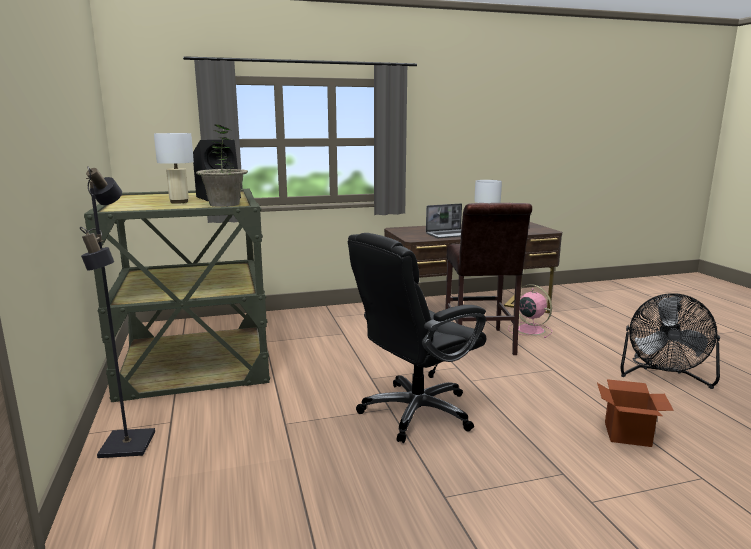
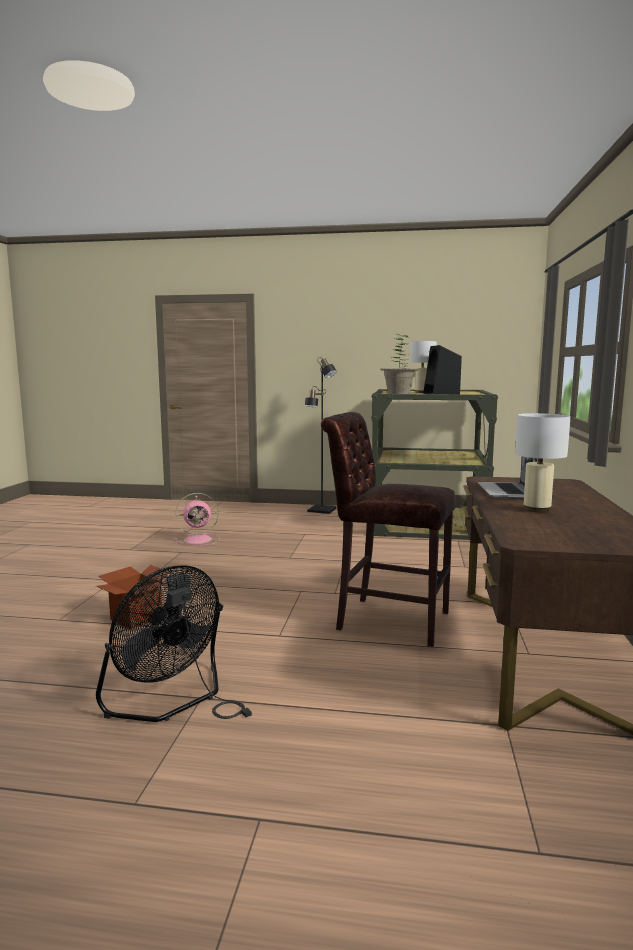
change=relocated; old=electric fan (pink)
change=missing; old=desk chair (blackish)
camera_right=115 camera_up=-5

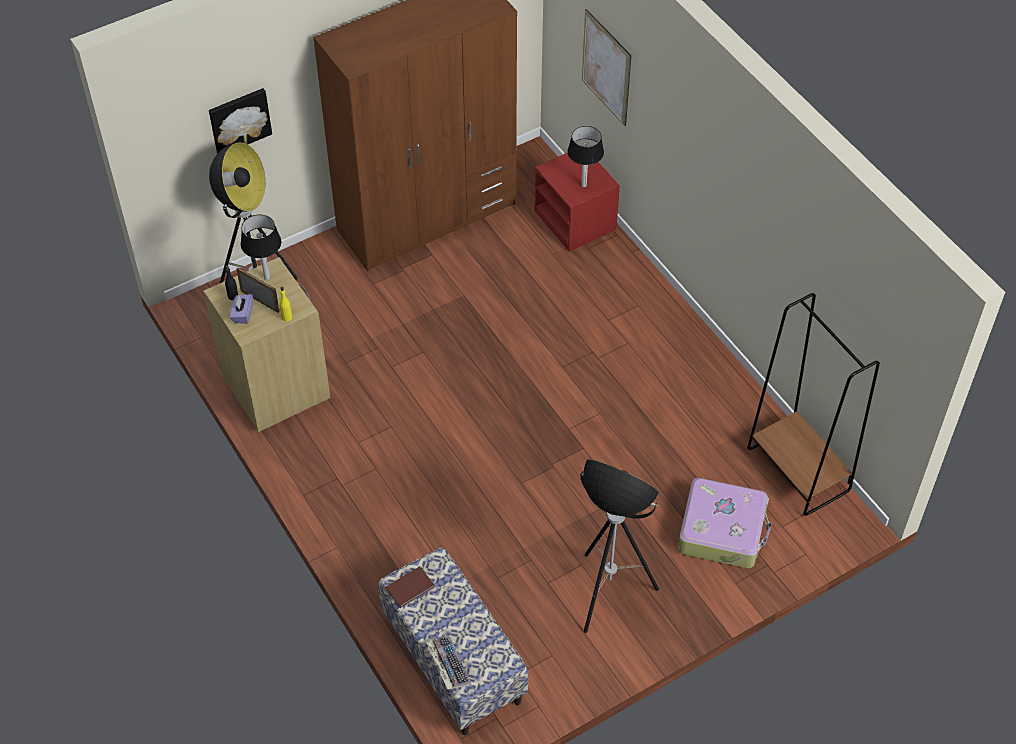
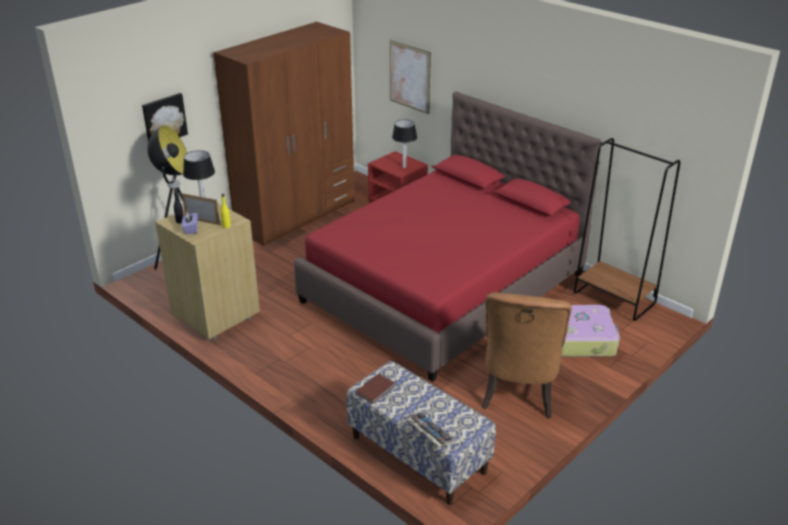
change=appeared; new=sleeping bed (red-coloured)
change=exchanged; old=standing lamp (no. 2 from left); new=plain chair (brown)
camera_right=-15 camera_up=-20

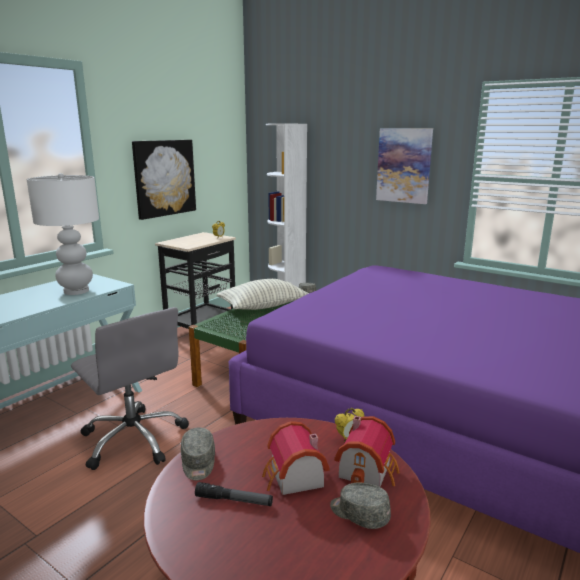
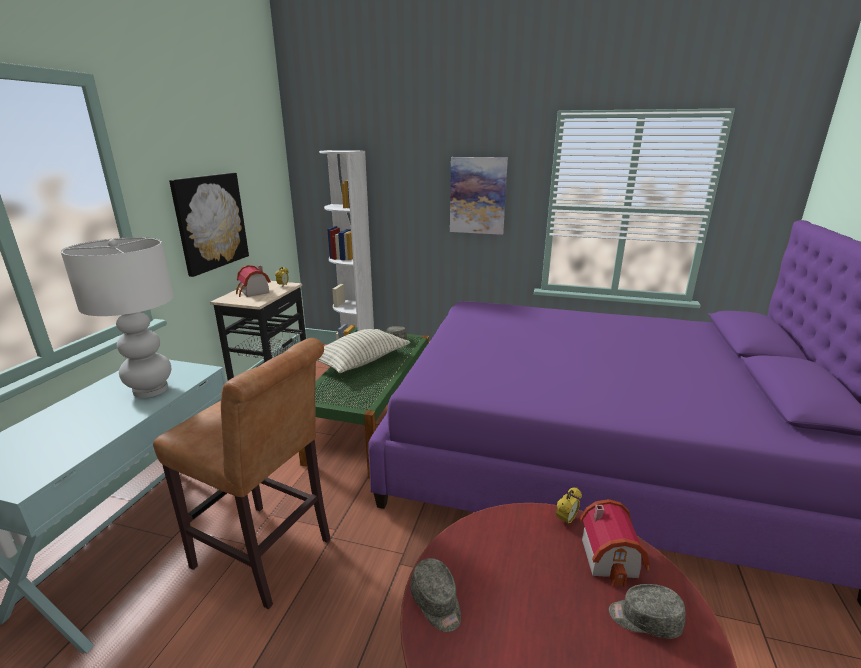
change=exchanged; old=desk chair (greyish); new=sitting stool (brown)
change=relocated; old=toy house (no. 1 from left)
change=missing; old=torch
camera_right=-20 camera_up=5

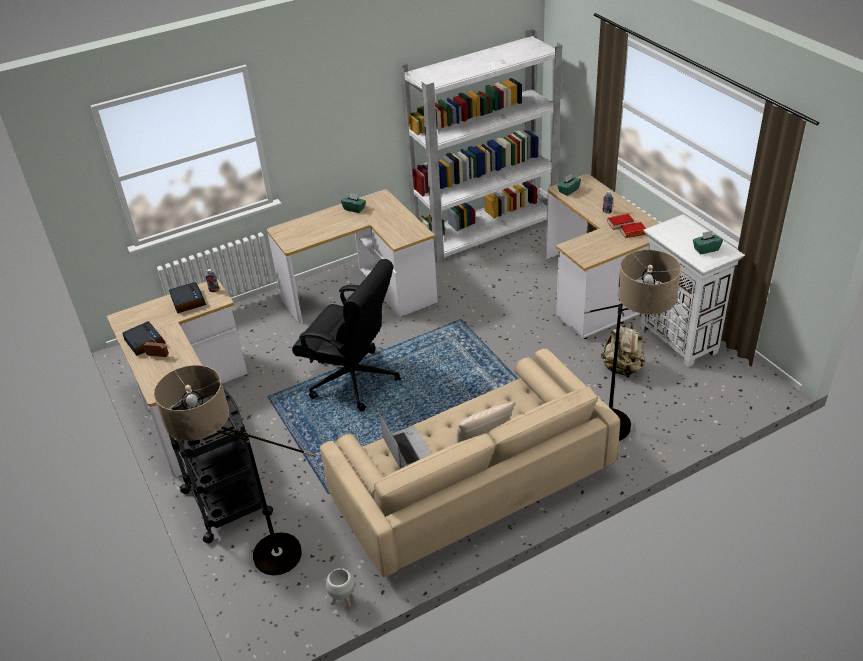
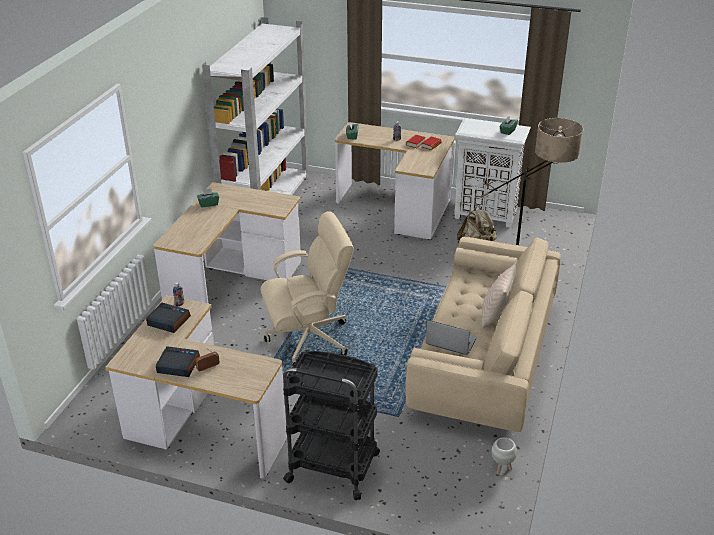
change=colour; old=desk chair (blackish); new=desk chair (beige)
change=missing; old=standing lamp (no. 1 from left)
camera_right=-45 camera_up=-5

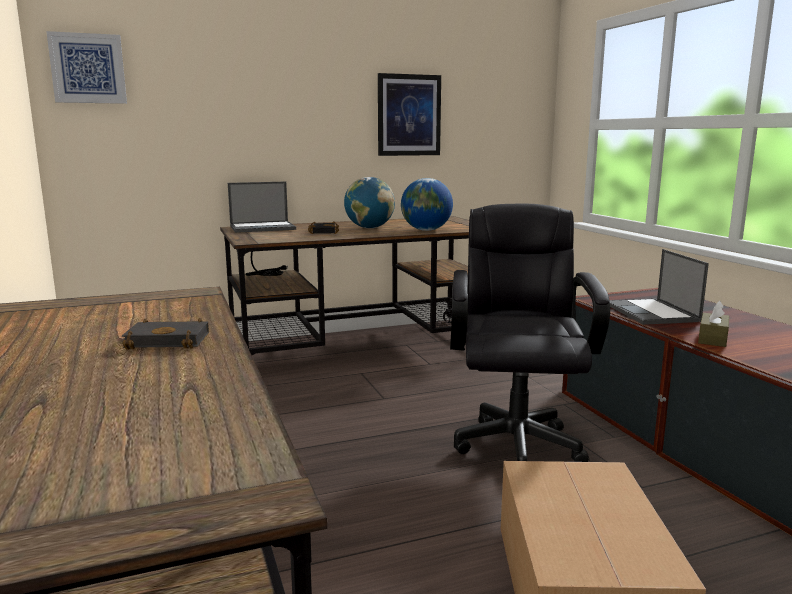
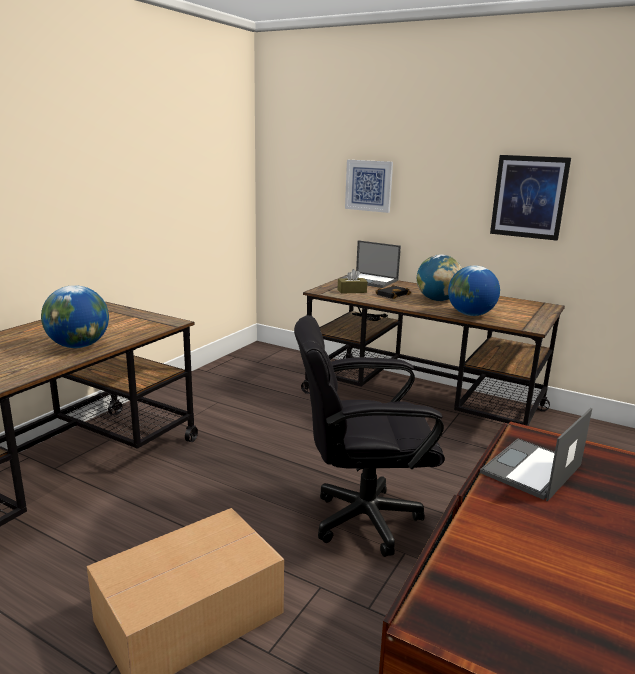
change=exchanged; old=volume (blackish) (no. 1 from left); new=desk globe (no. 1 from left)
change=spun; old=desk chair (blackish); degrees=-150
change=relocated; old=tissue box (brown)
change=relocated; old=picture (no. 1 from left)
camera_right=50 camera_up=5

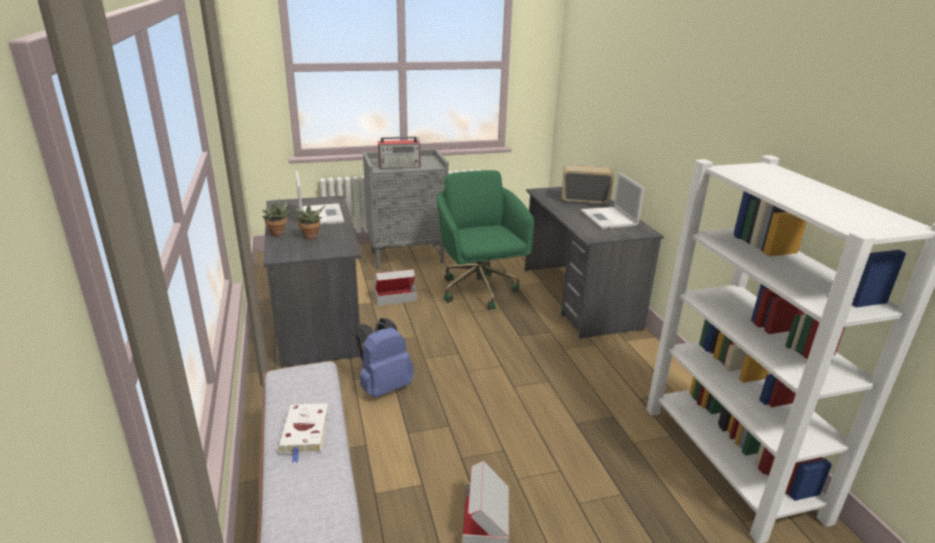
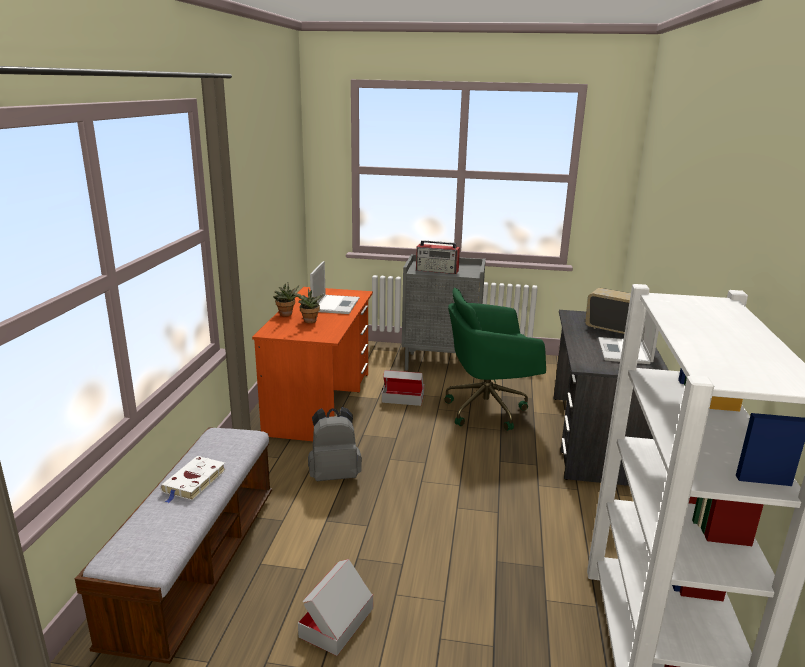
change=colour; old=desk (greyish) (no. 1 from left); new=desk (orange)
change=colour; old=rucksack (blue); new=rucksack (greyish)
change=spun; old=desk chair (green-coloured); degrees=-105
camera_right=25 camera_up=-5

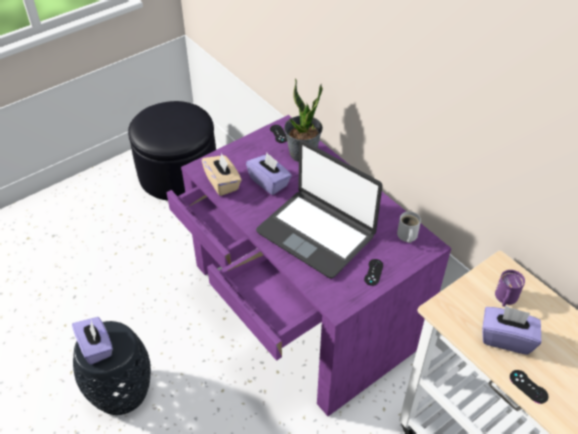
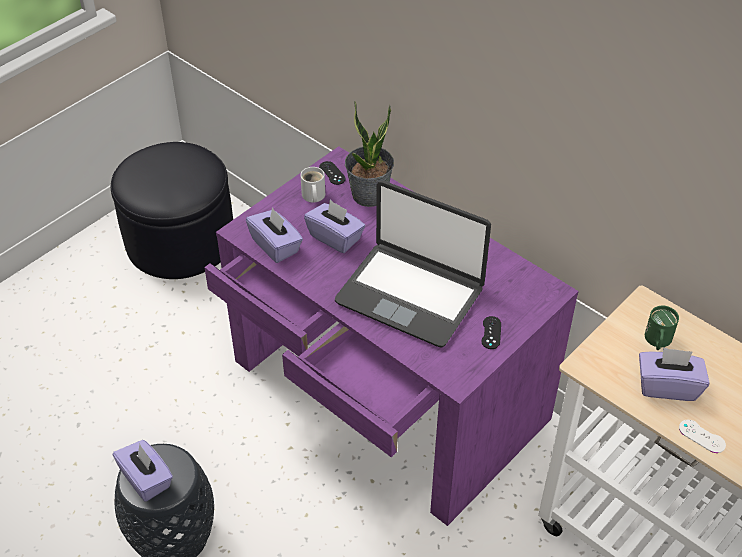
change=colour; old=tissue box (beige); new=tissue box (purple) (no. 2 from left)
change=relocated; old=mug (white-coloured)
change=colour; old=mug (purple); new=mug (green-coloured)
change=colour; old=joypad (blackish) (no. 3 from left); new=joypad (white-coloured)
camera_right=-10 camera_up=0

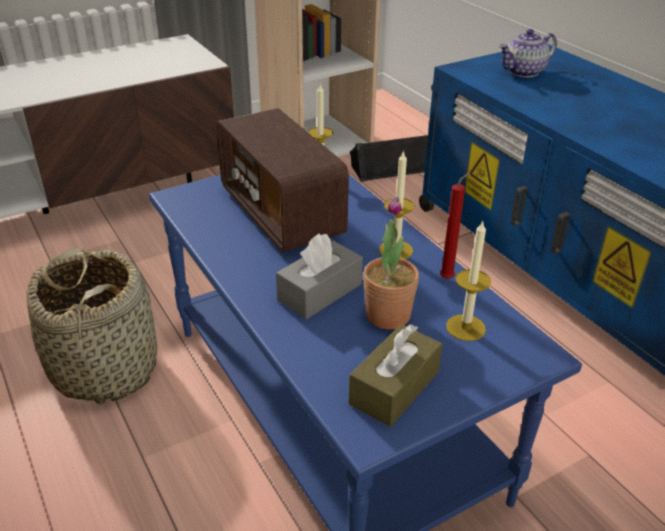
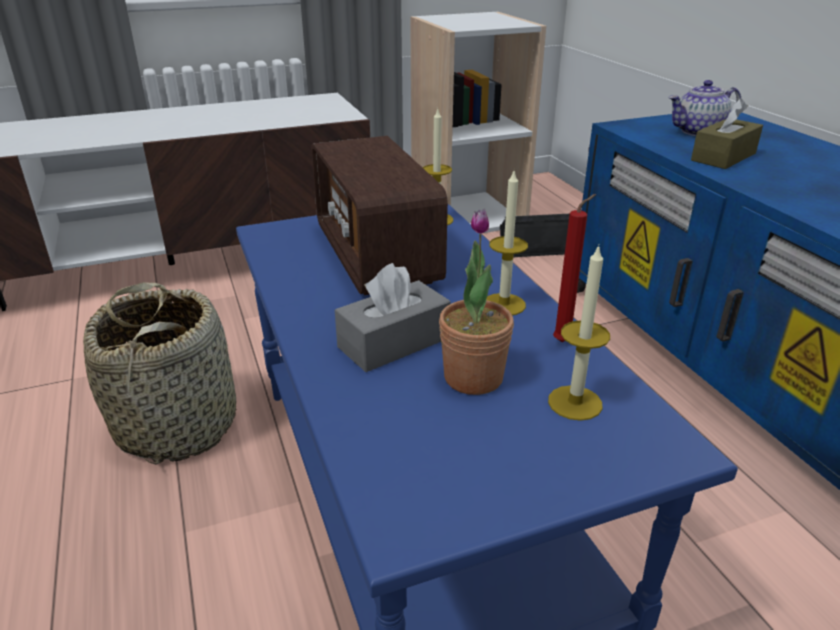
change=relocated; old=tissue box (brown)
camera_right=10 camera_up=-5

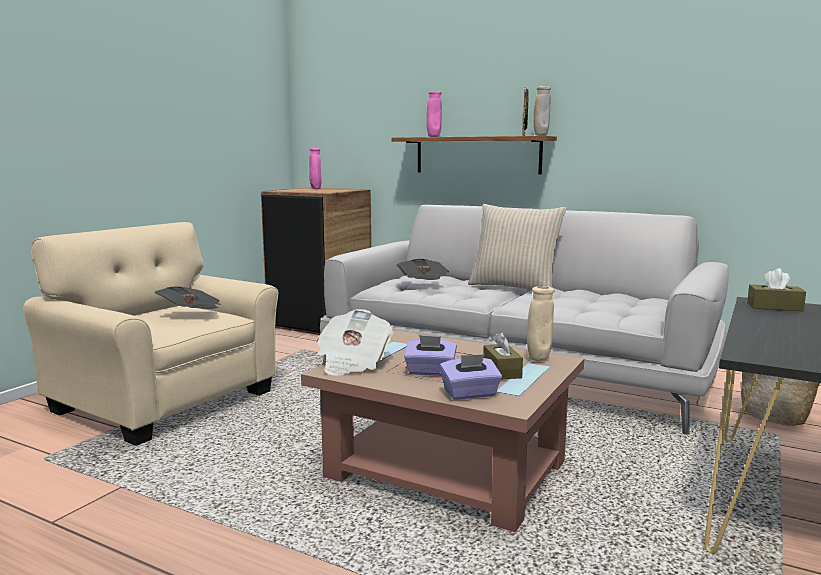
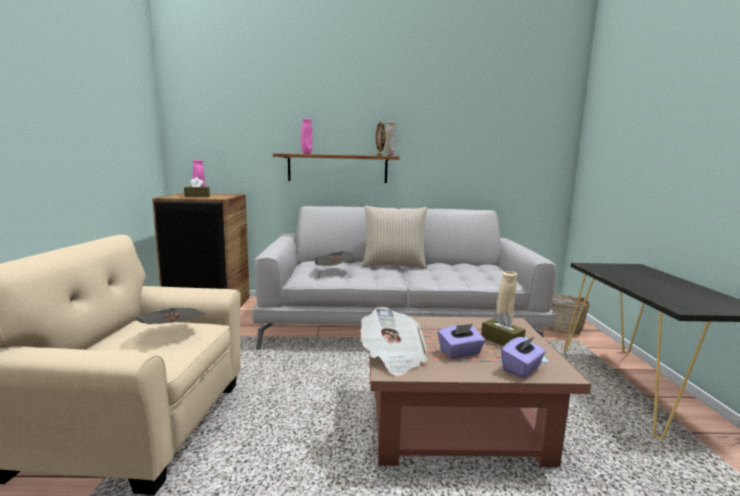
change=relocated; old=tissue box (brown) (no. 2 from left in the first image); new=tissue box (brown) (no. 1 from left)
camera_right=-30 camera_up=0

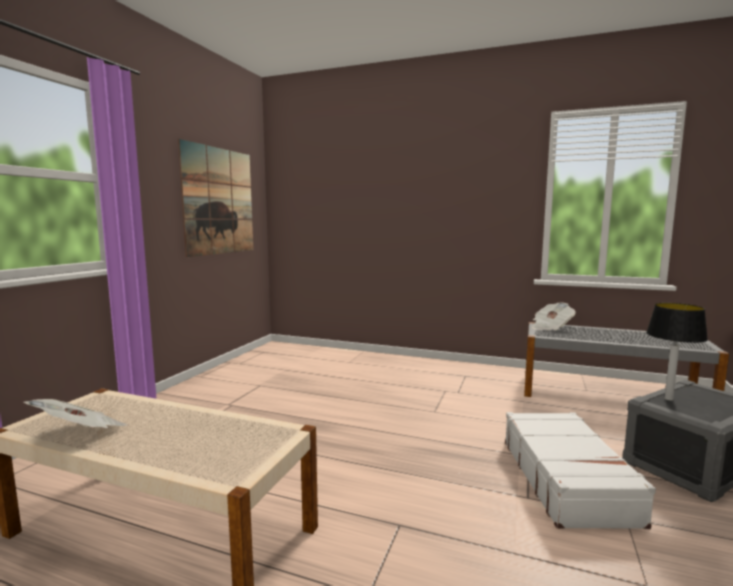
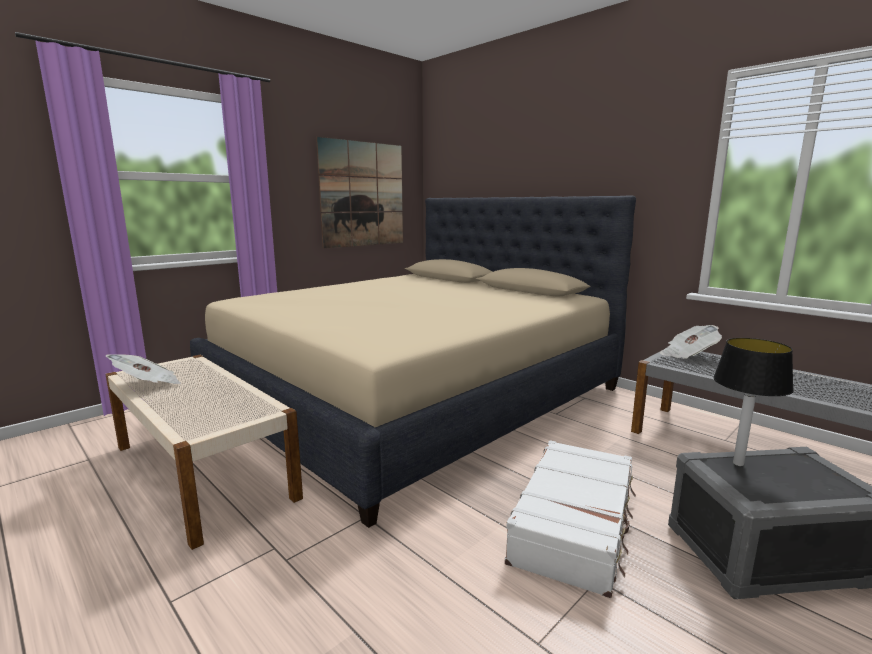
change=appeared; new=sleeping bed (beige)
camera_right=25 camera_up=5

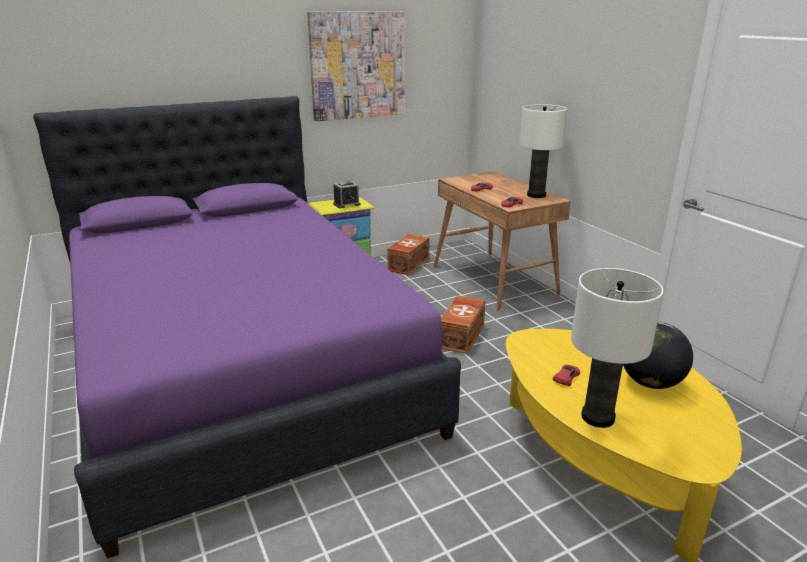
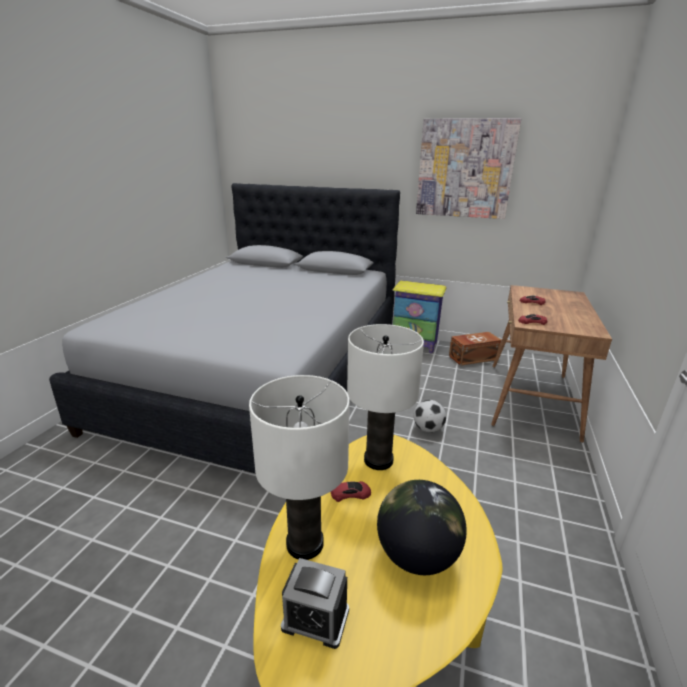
change=colour; old=sleeping bed (purple); new=sleeping bed (greyish)
change=relocated; old=alarm clock
change=relocated; old=table lamp (white-coloured) (no. 1 from left in the first image); new=table lamp (white-coloured) (no. 2 from left)
change=exchanged; old=storage box (brown) (no. 2 from left); new=ball for football
camera_right=45 camera_up=0

